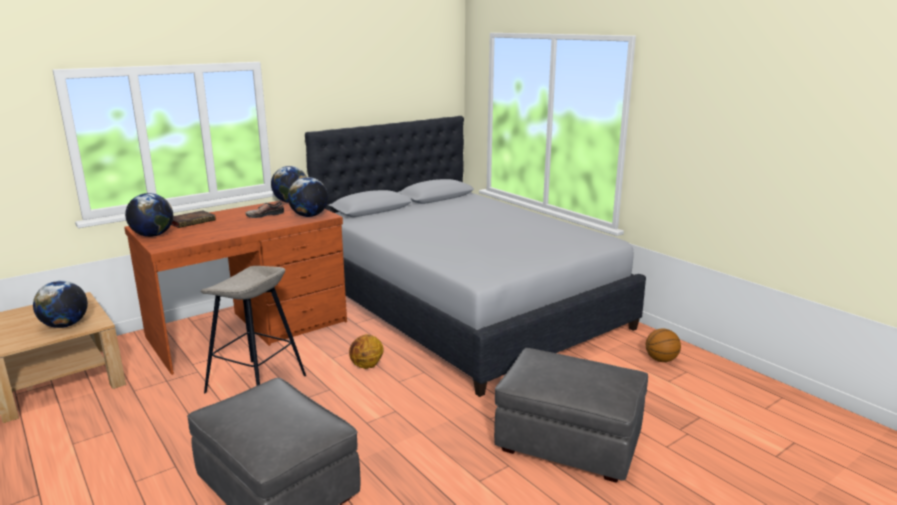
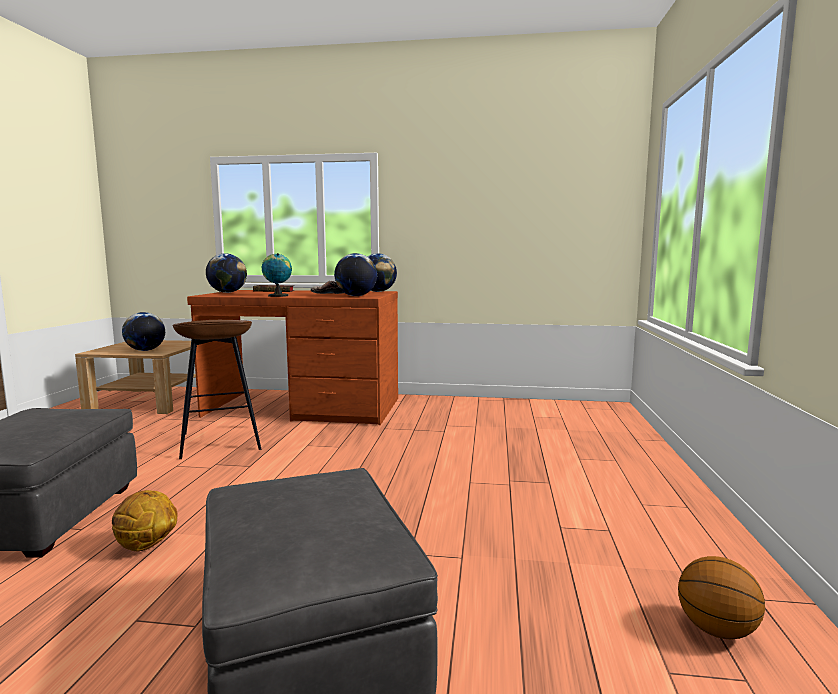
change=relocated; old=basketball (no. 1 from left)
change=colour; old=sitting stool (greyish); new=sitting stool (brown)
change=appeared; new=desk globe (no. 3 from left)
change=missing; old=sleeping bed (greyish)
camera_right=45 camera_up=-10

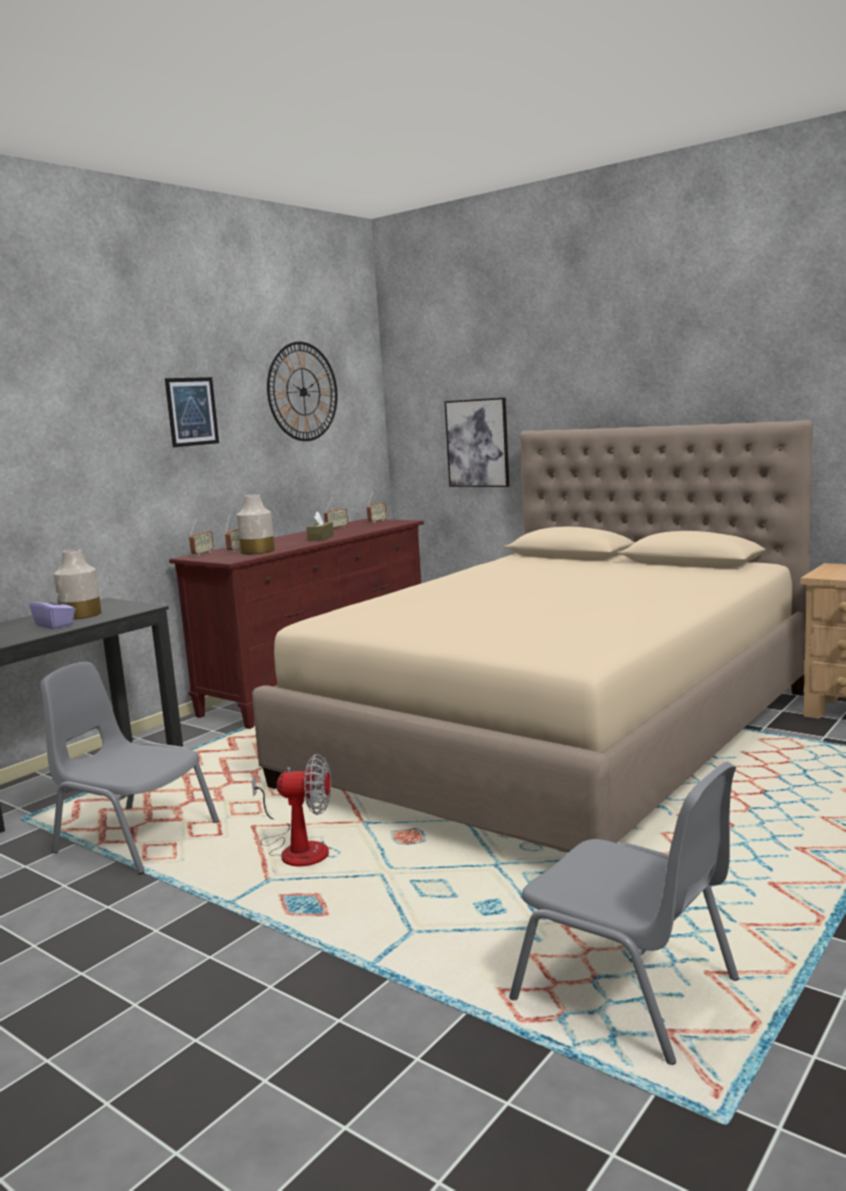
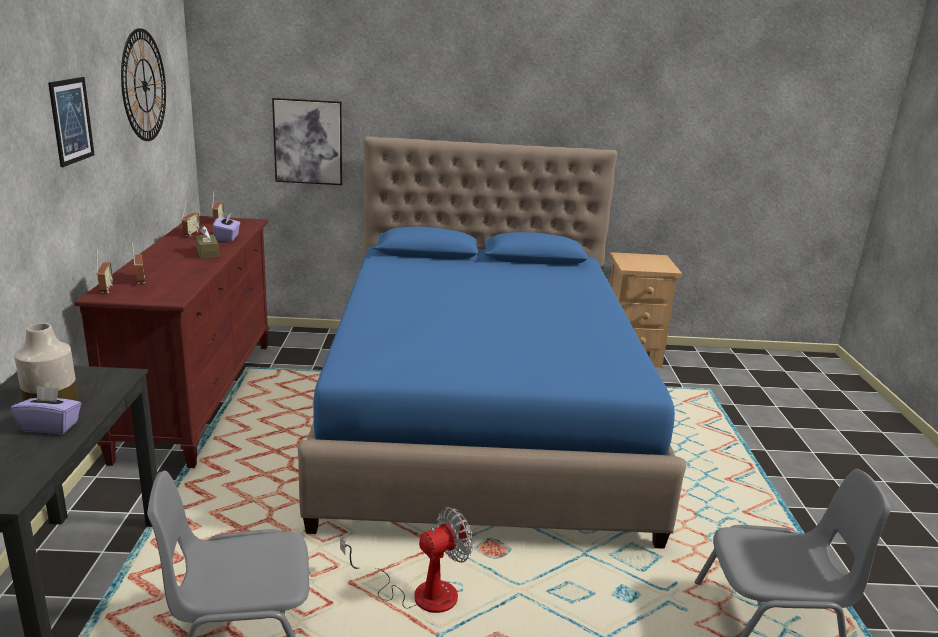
change=appeared; new=tissue box (purple) (no. 2 from left)
change=colour; old=sleeping bed (beige); new=sleeping bed (blue)
change=missing; old=vase (beige) (no. 2 from left)
camera_right=-40 camera_up=10

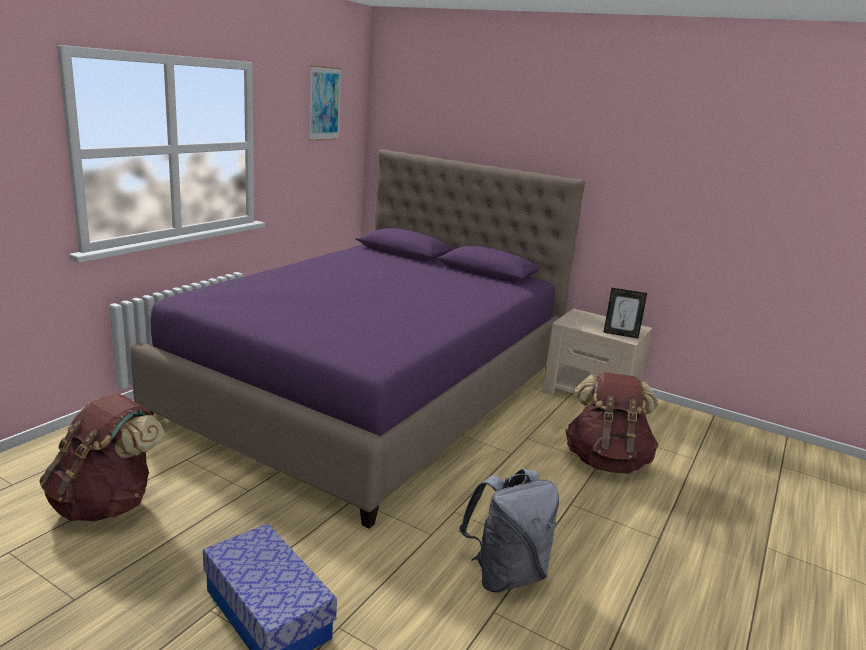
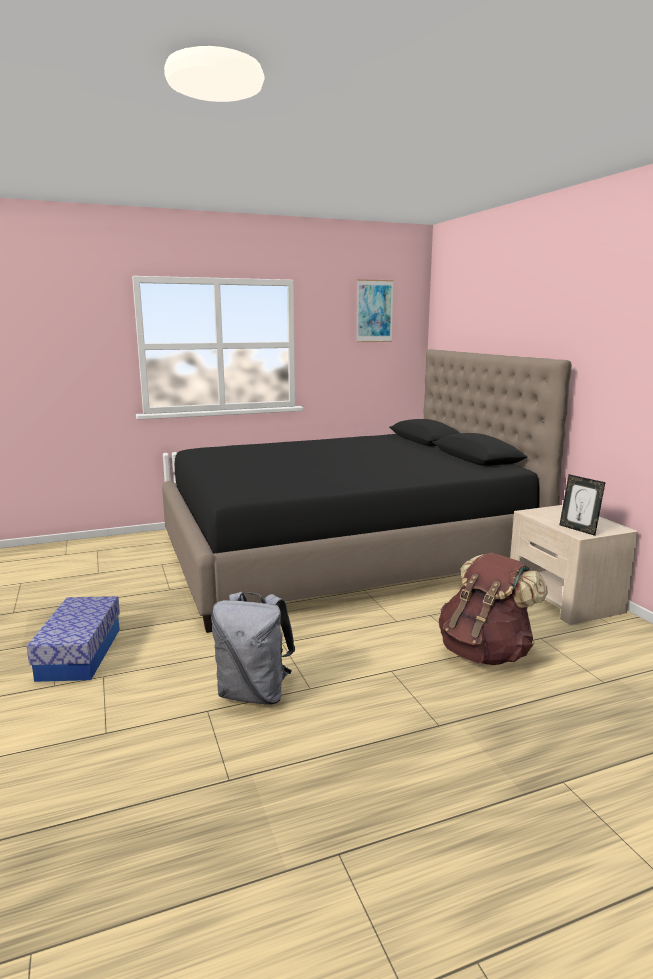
change=colour; old=sleeping bed (purple); new=sleeping bed (blackish)
change=missing; old=rucksack (brown) (no. 1 from left)
camera_right=40 camera_up=-5

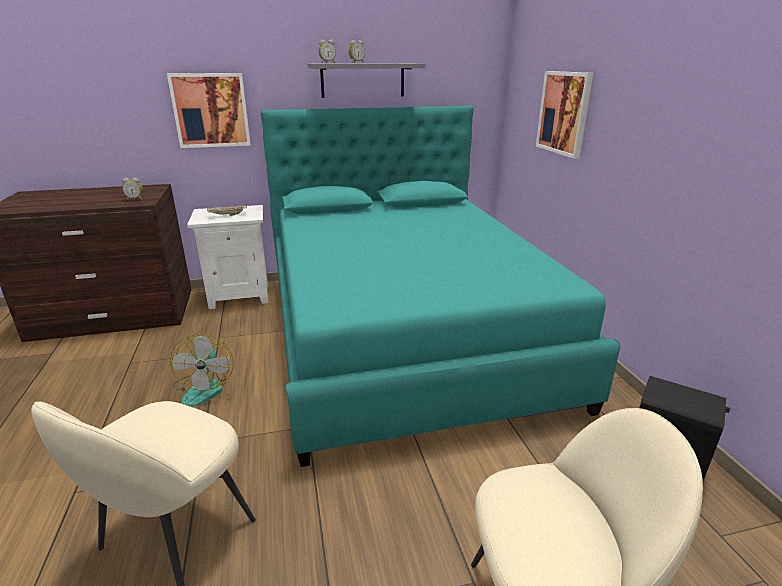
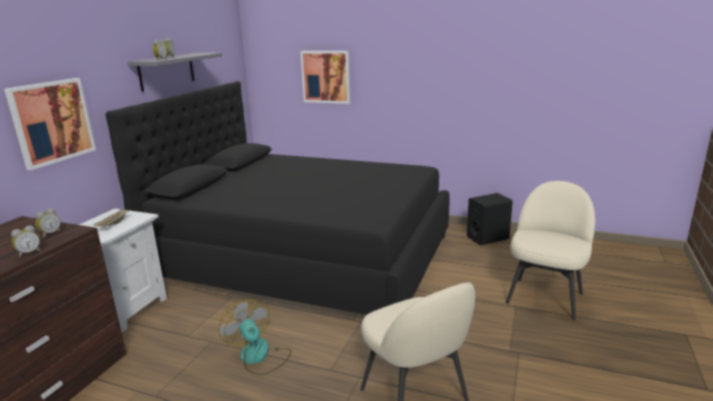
change=appeared; new=alarm clock (no. 1 from left)
change=colour; old=sleeping bed (turquoise-coloured); new=sleeping bed (blackish)
change=spun; old=electric fan; degrees=-150
camera_right=-55 camera_up=-5

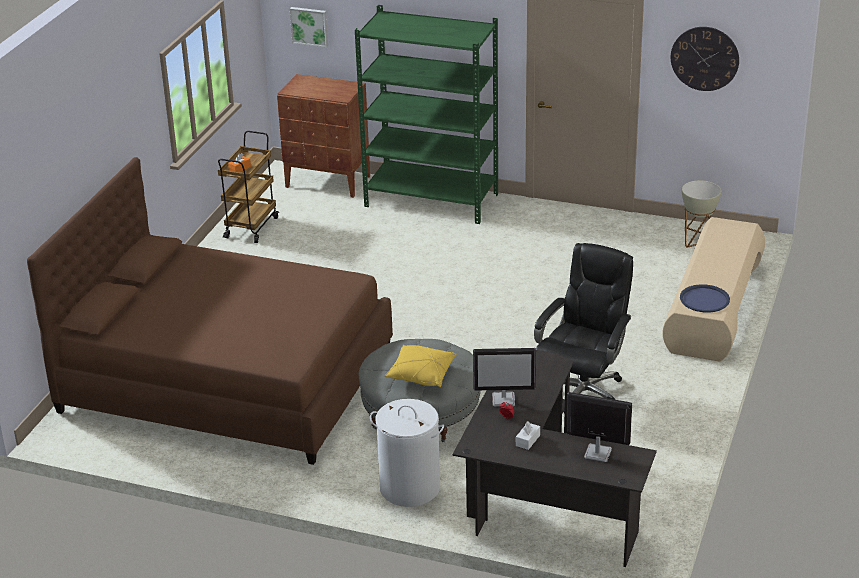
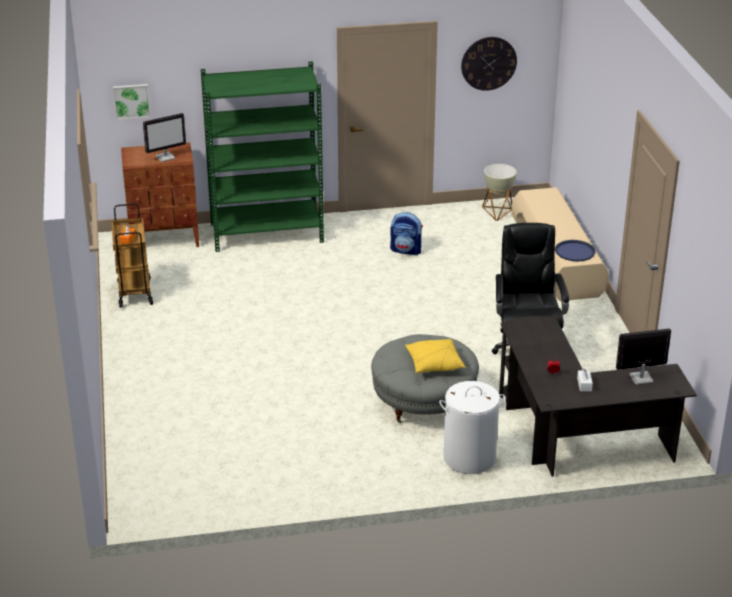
change=relocated; old=monitor (no. 1 from left)
change=appeared; new=rucksack
change=missing; old=sleeping bed (brown)
camera_right=-30 camera_up=0

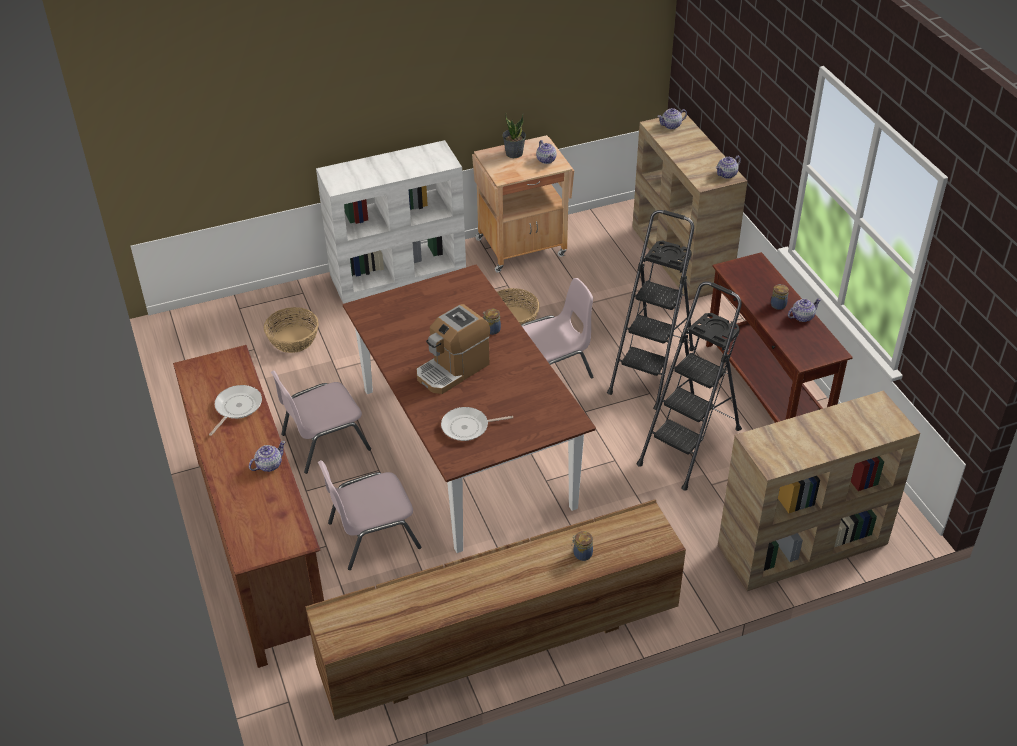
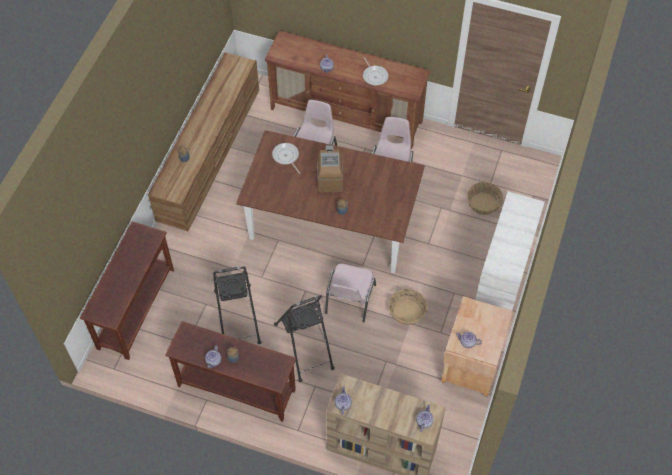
change=exchanged; old=bookcase (brown) (no. 2 from left); new=console table (brown) (no. 1 from left)
change=spun; old=frying pan (no. 2 from left in the first image); degrees=-60
change=missing; old=plant in a pot
camera_right=130 camera_up=15

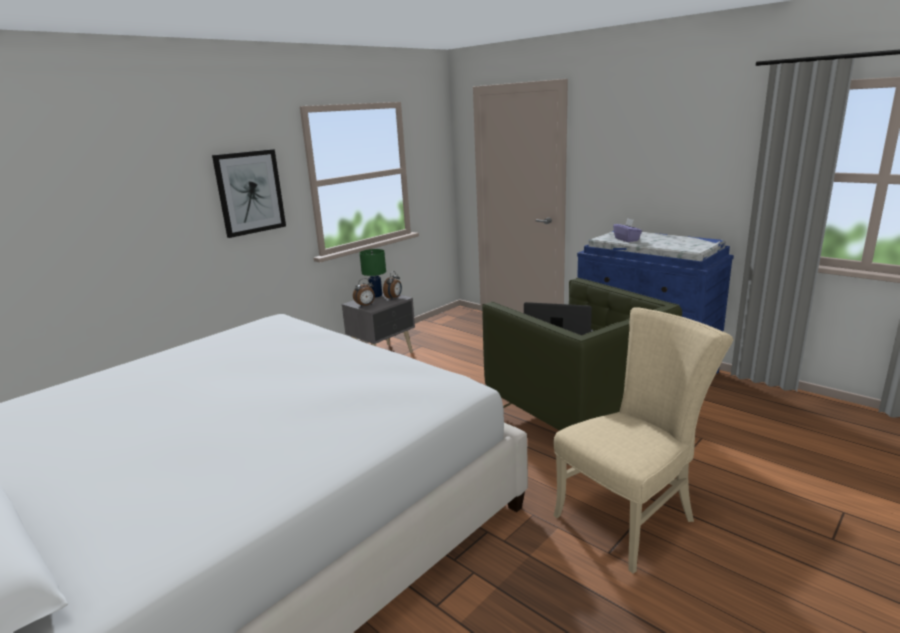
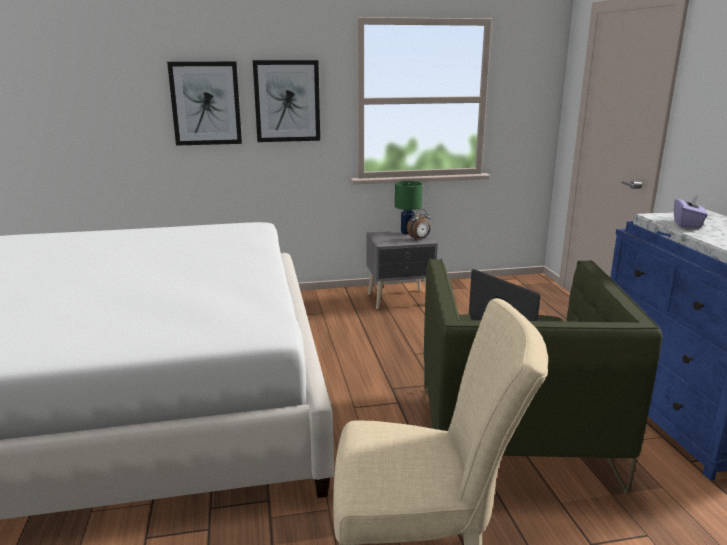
change=appeared; new=picture (no. 1 from left)
change=missing; old=alarm clock (no. 1 from left)
camera_right=35 camera_up=0

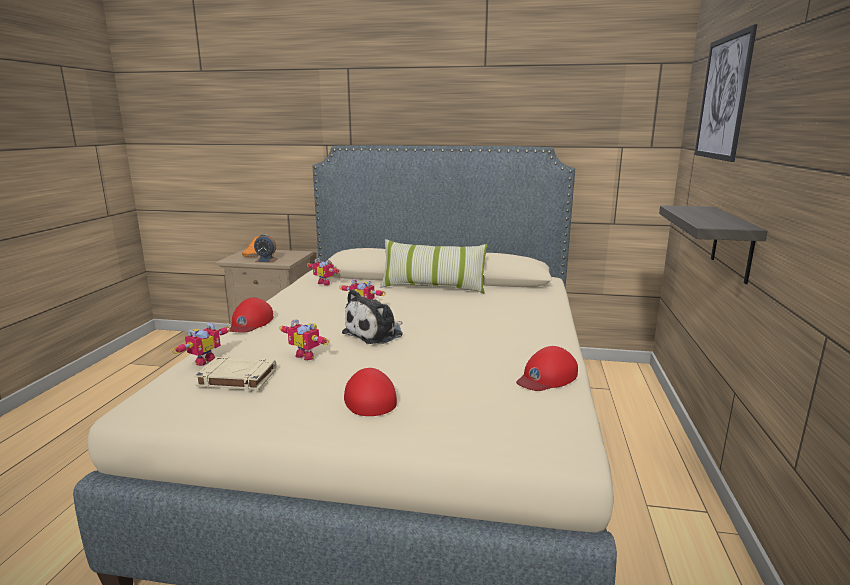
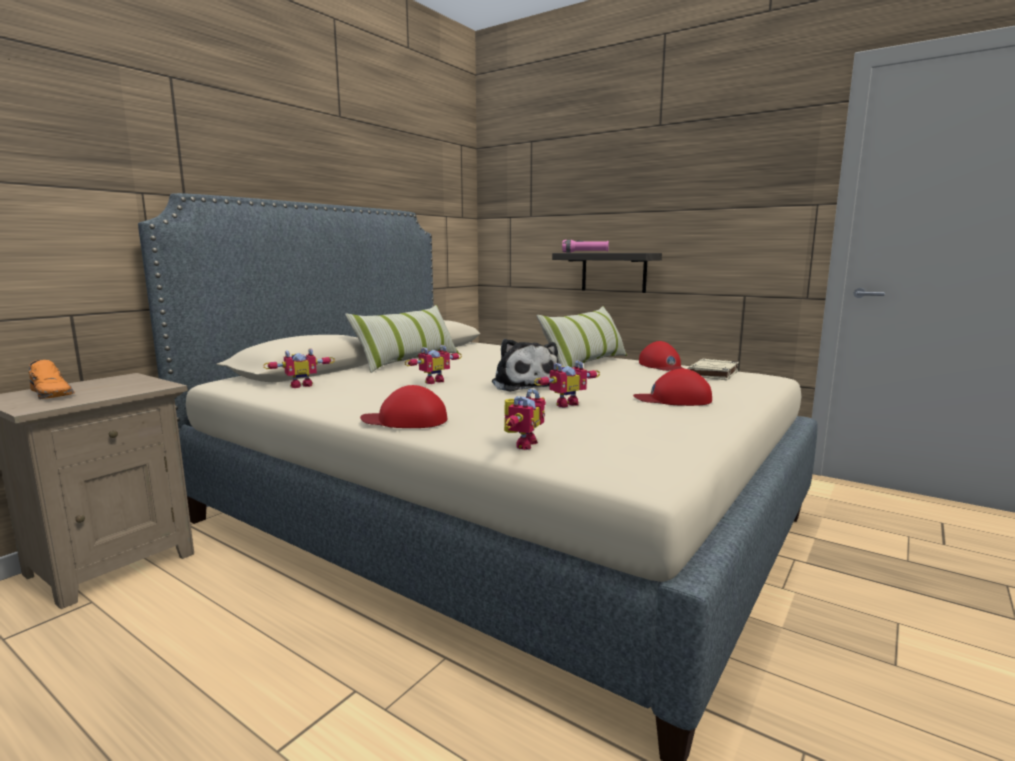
change=spun; old=baseball cap (red-coloured) (no. 1 from left); degrees=150
change=spun; old=toy robot (no. 1 from left in the first image); degrees=60
change=appeared; new=cushion (no. 2 from left)
change=appeared; new=torch (pink)
change=relocated; old=volume (beige)
change=missing; old=alarm clock
change=missing; old=picture
camera_right=-65 camera_up=-5

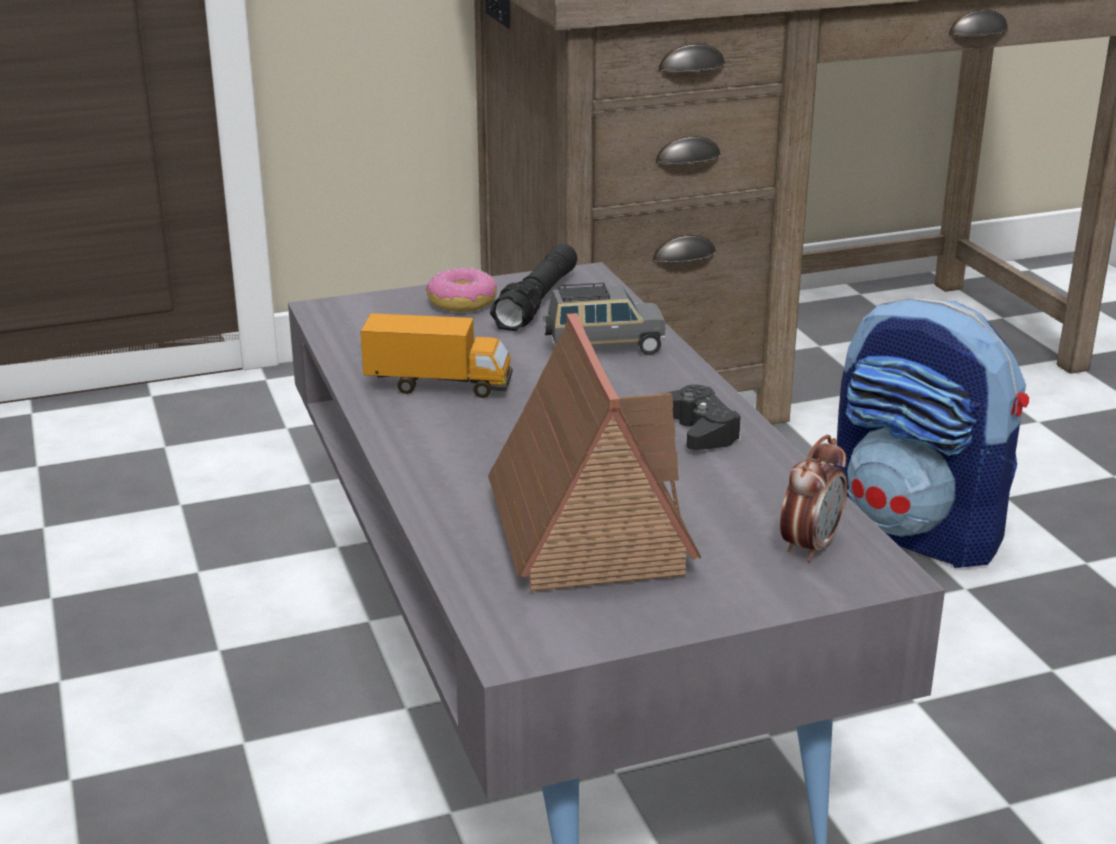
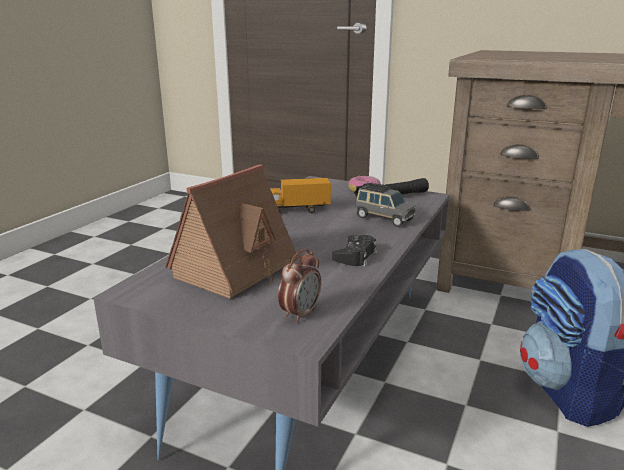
change=spun; old=model truck; degrees=120
change=spun; old=alarm clock; degrees=-45
camera_right=45 camera_up=-5

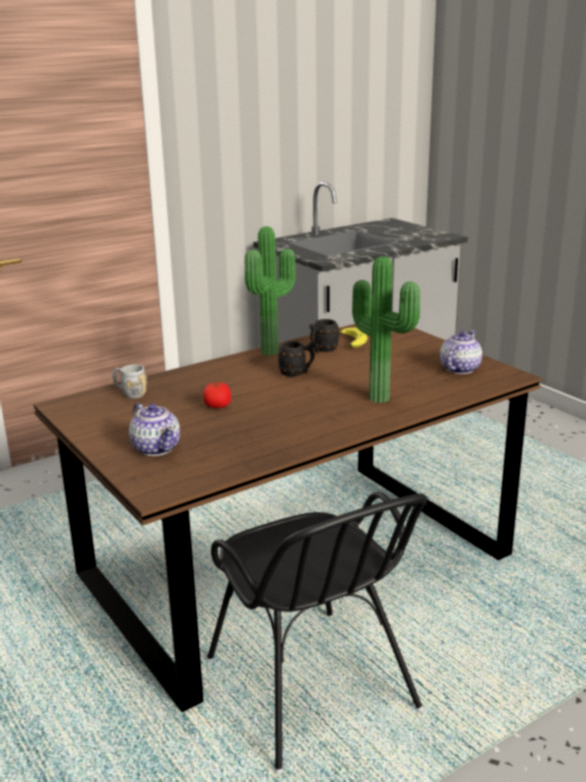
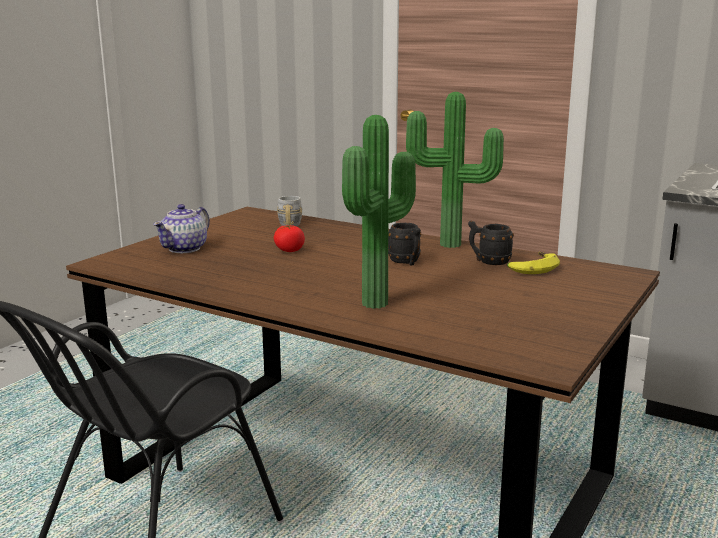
change=missing; old=tea pot (no. 2 from left)
camera_right=65 camera_up=-5

